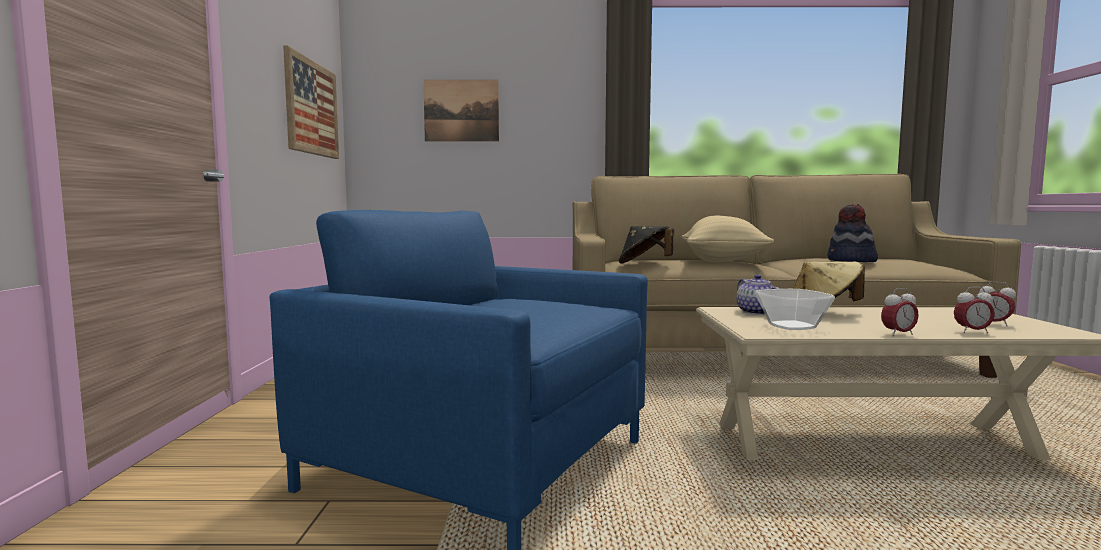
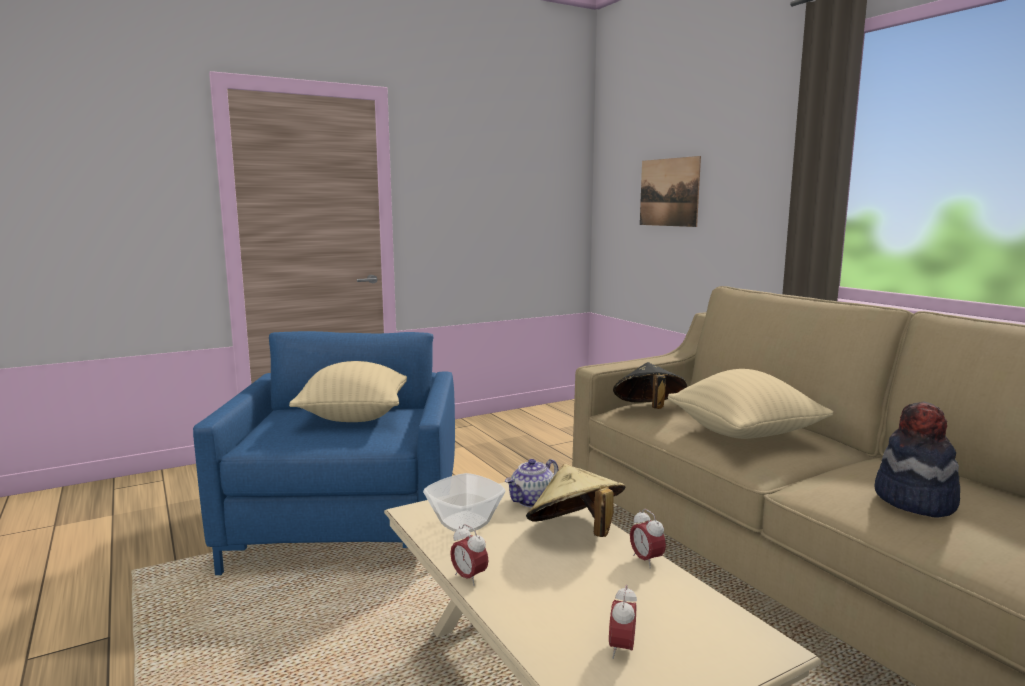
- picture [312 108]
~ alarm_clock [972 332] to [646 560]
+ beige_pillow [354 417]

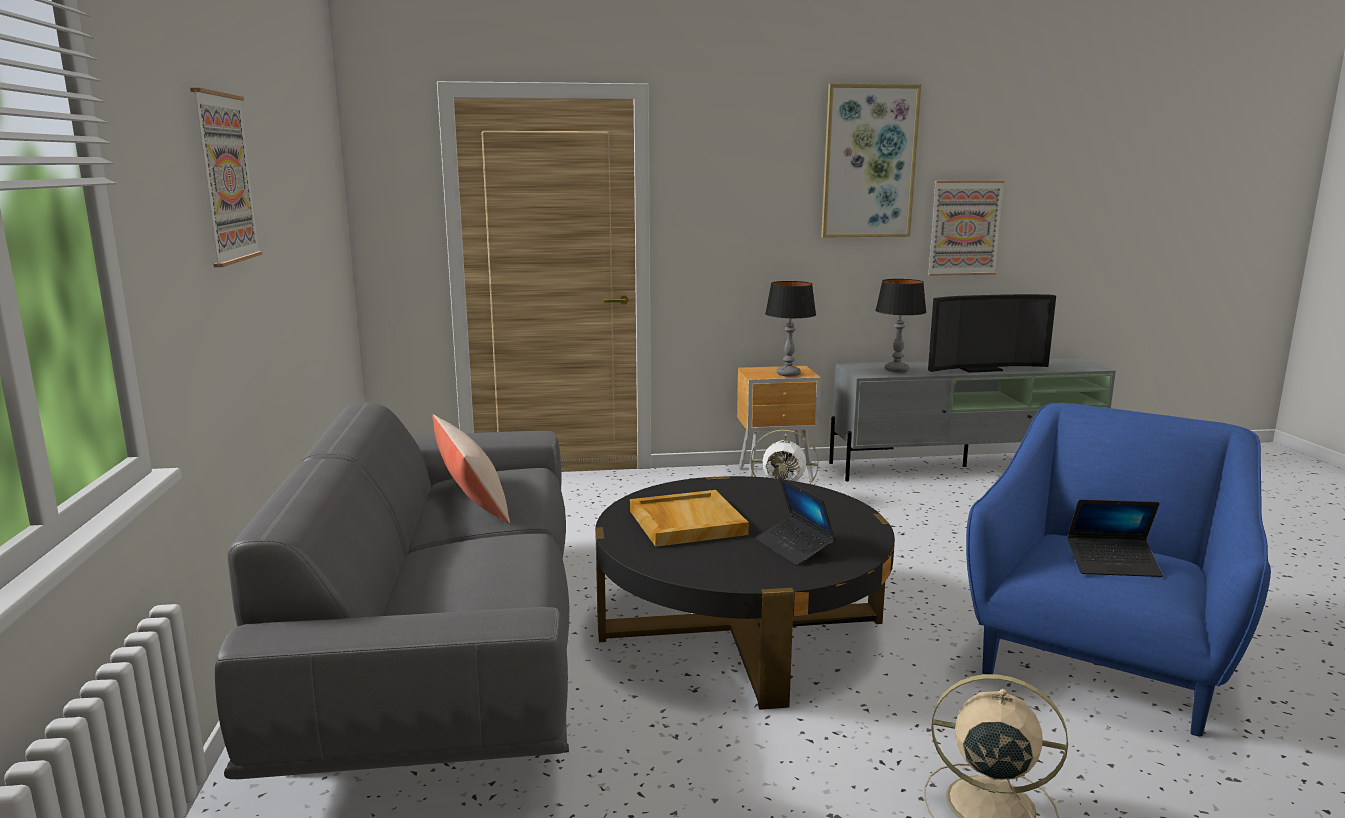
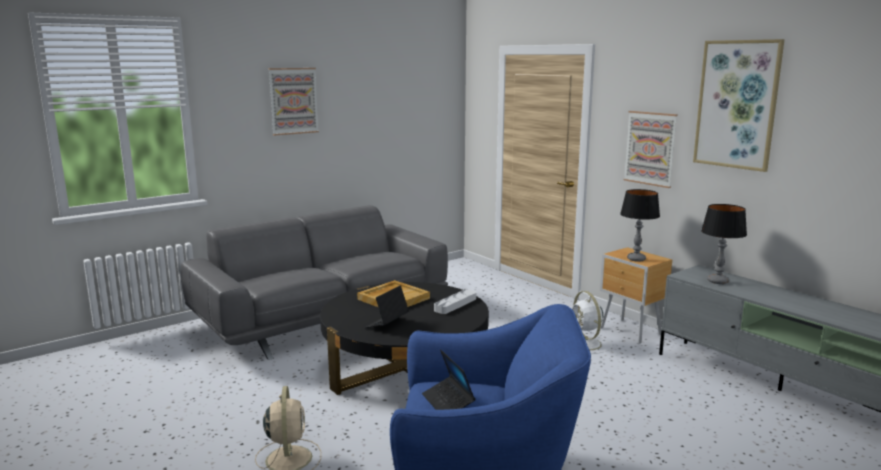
- beige_pillow [471 499]
~ picture [964 228] to [650 148]
- television [979 369]
+ grey_tray [455 304]

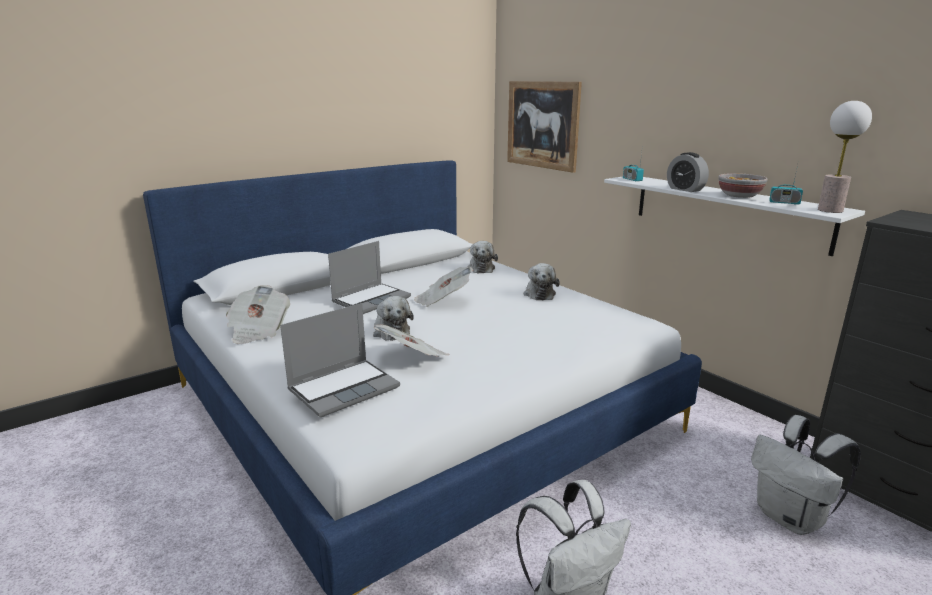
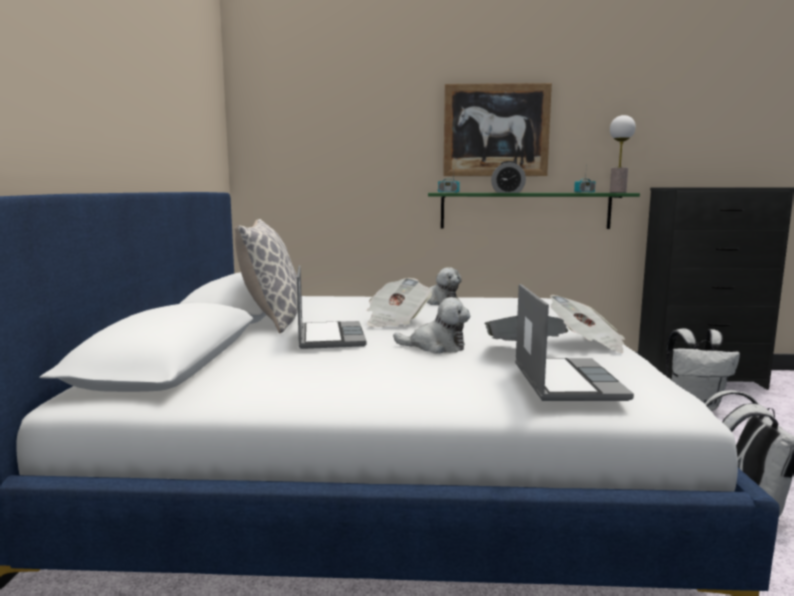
~ newspaper [258 331] to [587 344]
- plush_toy [481 268]
~ picture [542 125] to [496 130]
~ white_shelf [727 211] to green_shelf [525 210]
- bowl [739 196]
+ pillow [273 320]

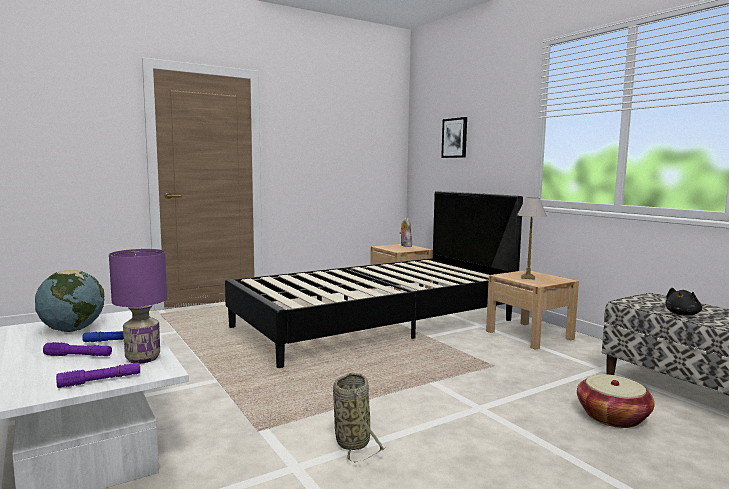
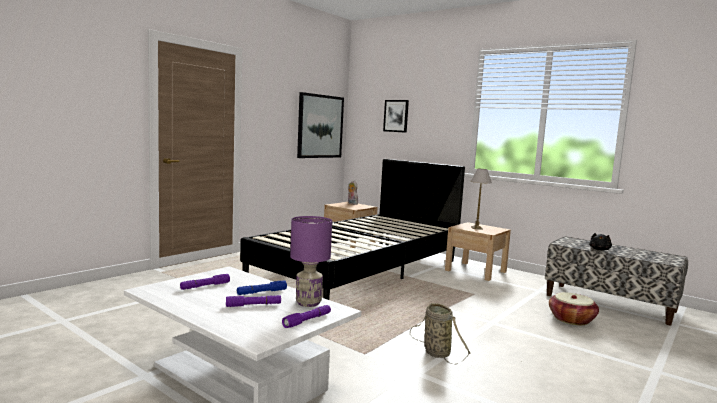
~ globe [72 329] to purple_flashlight [205 286]
+ picture [320 126]

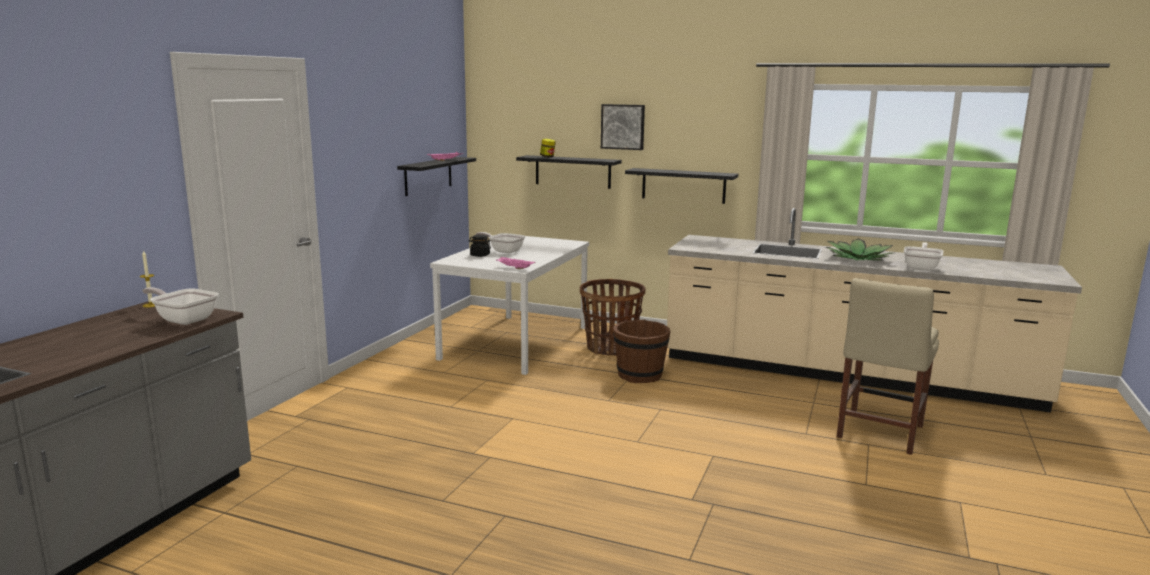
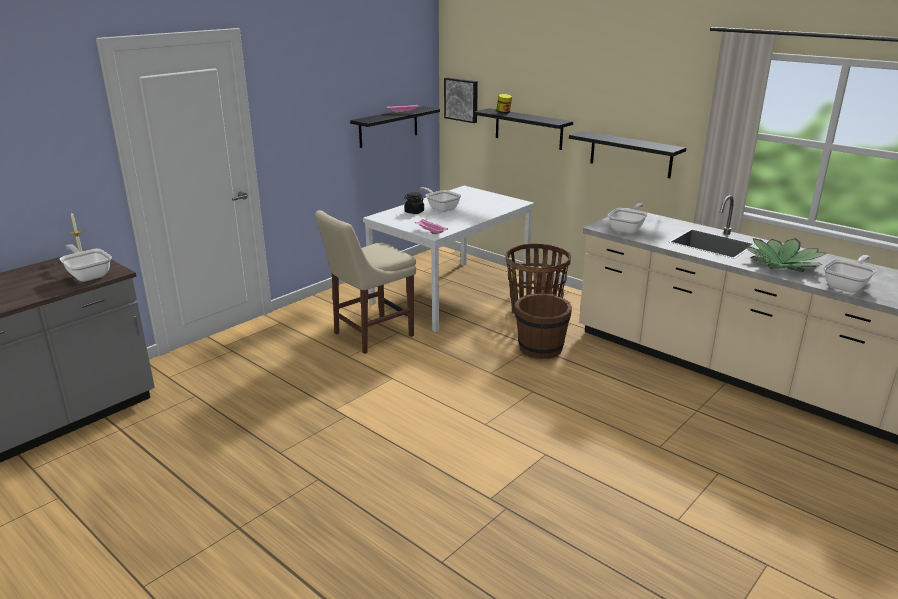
~ picture [623 126] to [462 99]
~ beige_chair [878 433] to [370 335]
+ frying_pan [628 229]

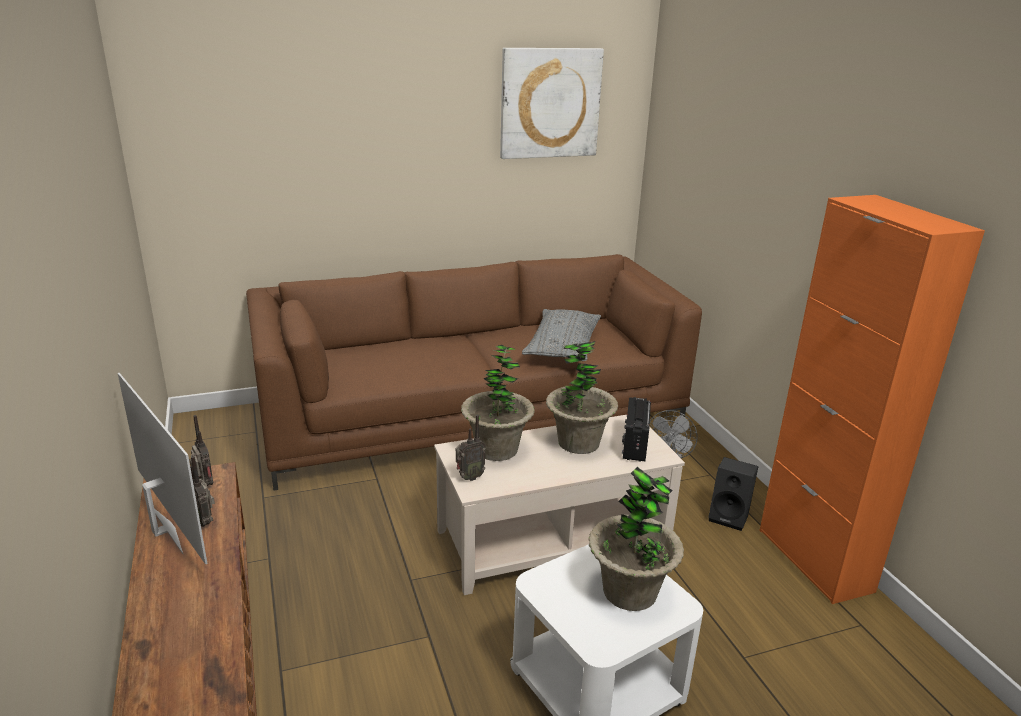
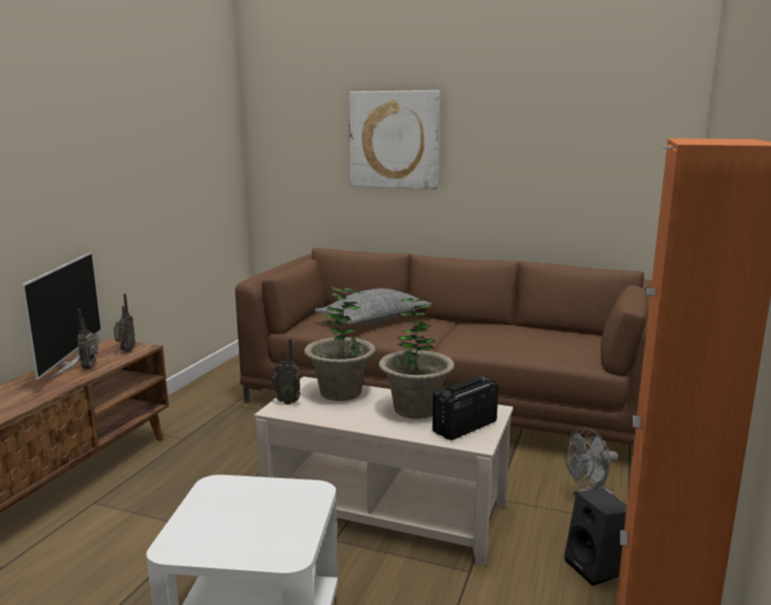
~ picture [550 103] to [394 140]
~ grey_pillow [562 347] to [374 320]
- potted_plant [630 592]

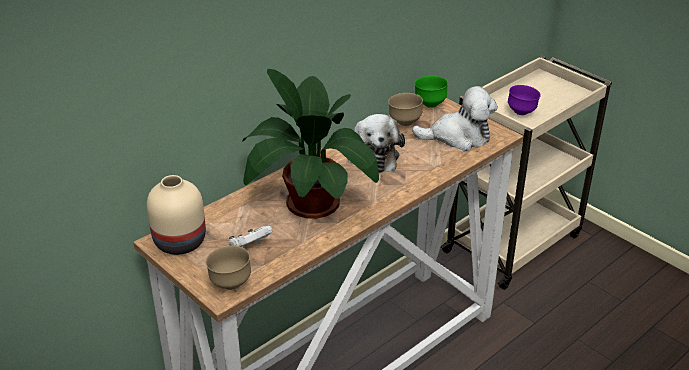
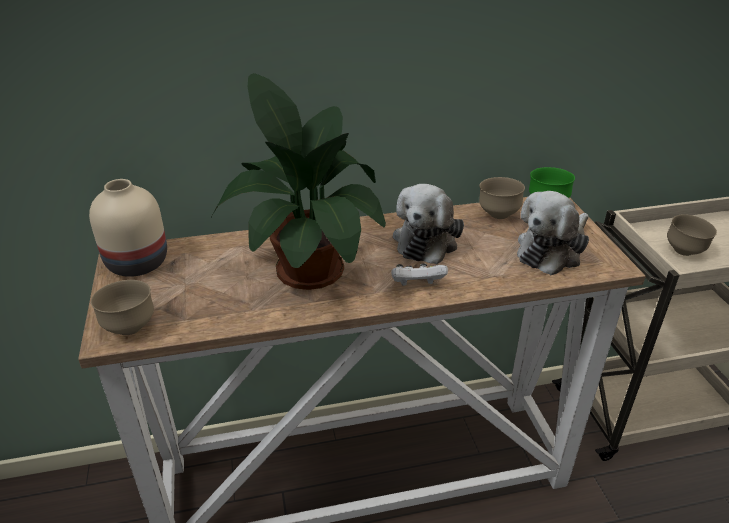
~ white_game_controller [249 248] to [417 285]
~ plush_toy [458 137] = [552 250] 105 degrees clockwise
~ purple_bowl [522 112] to brown_bowl [684 252]

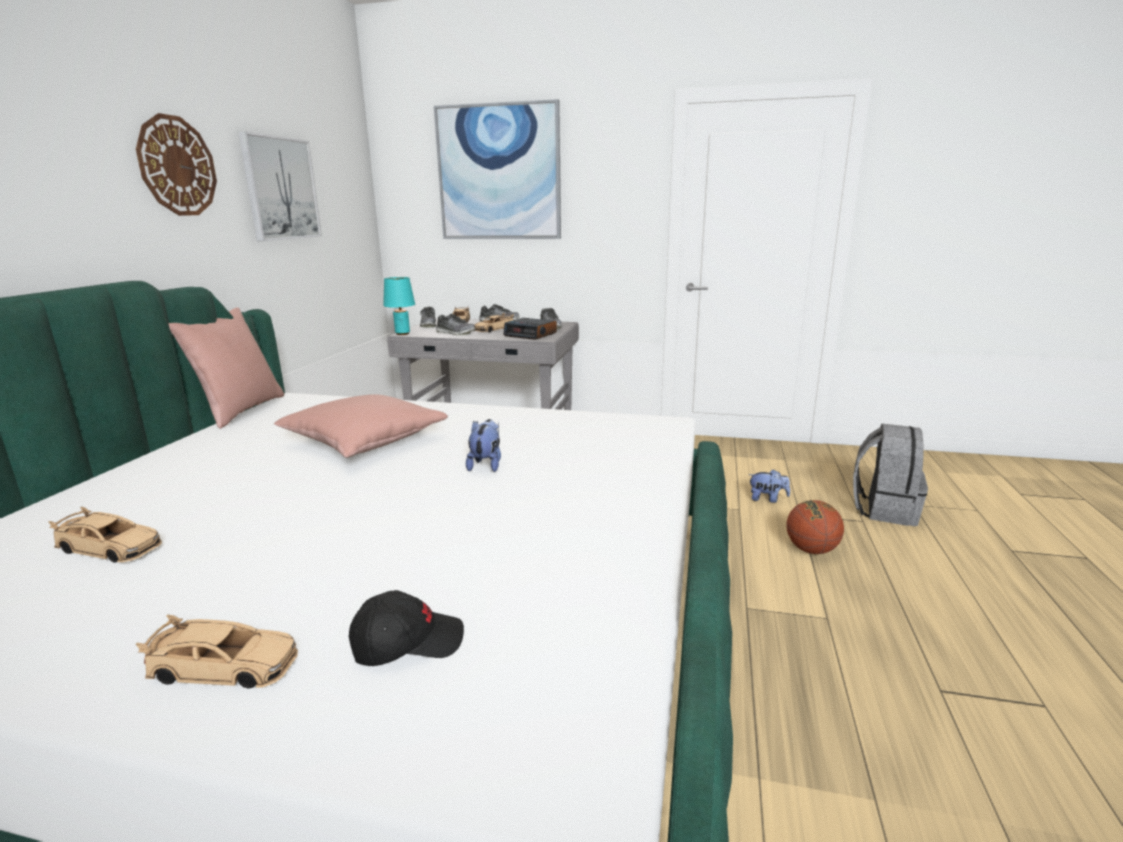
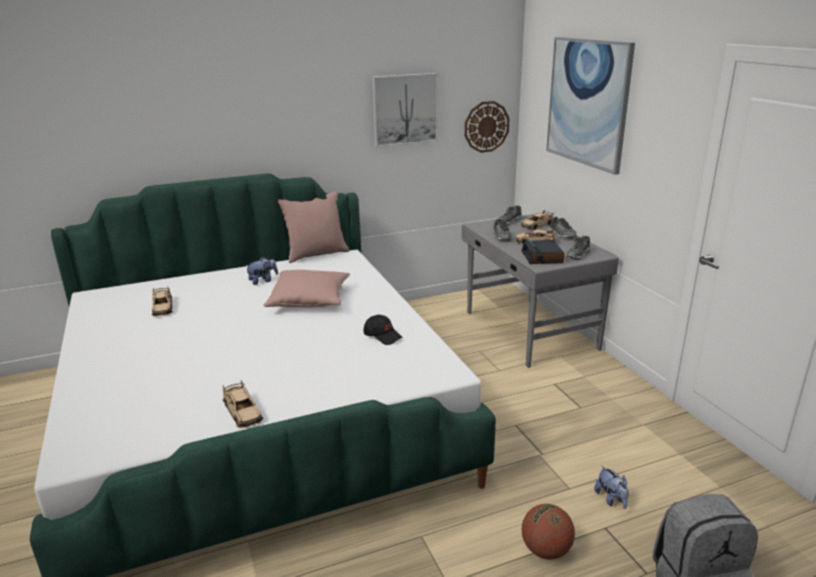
~ wall_clock [177 166] to [486 126]
~ beige_toy_car [224 667] to [242 412]
~ black_cap [407 643] to [382 336]
- turquoise_table_lamp [402 333]
~ plush_toy [486 464] to [263 281]

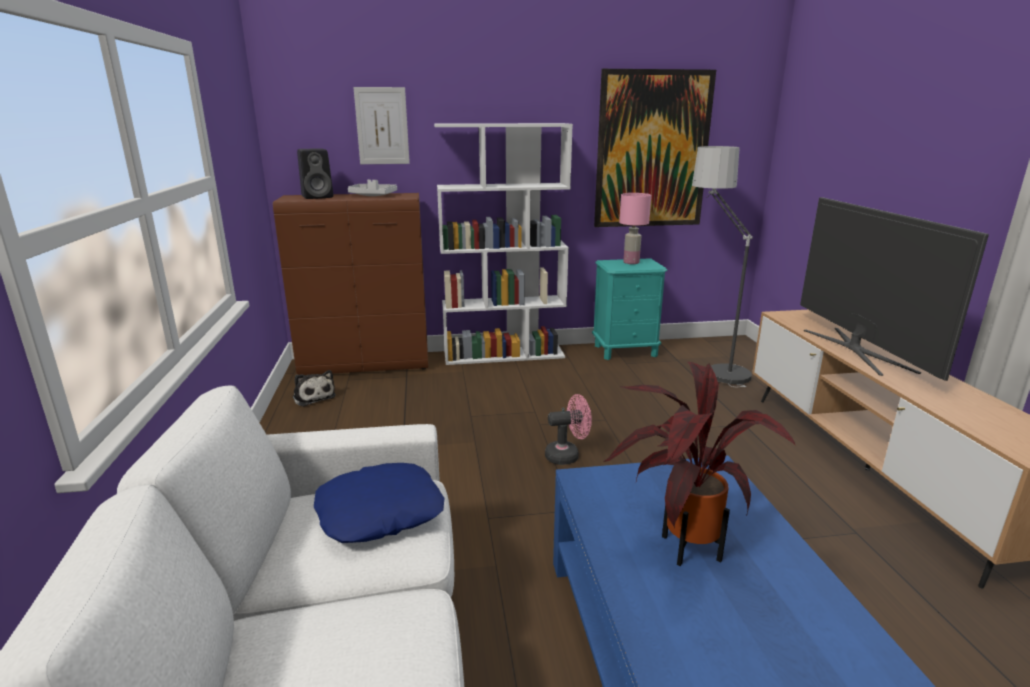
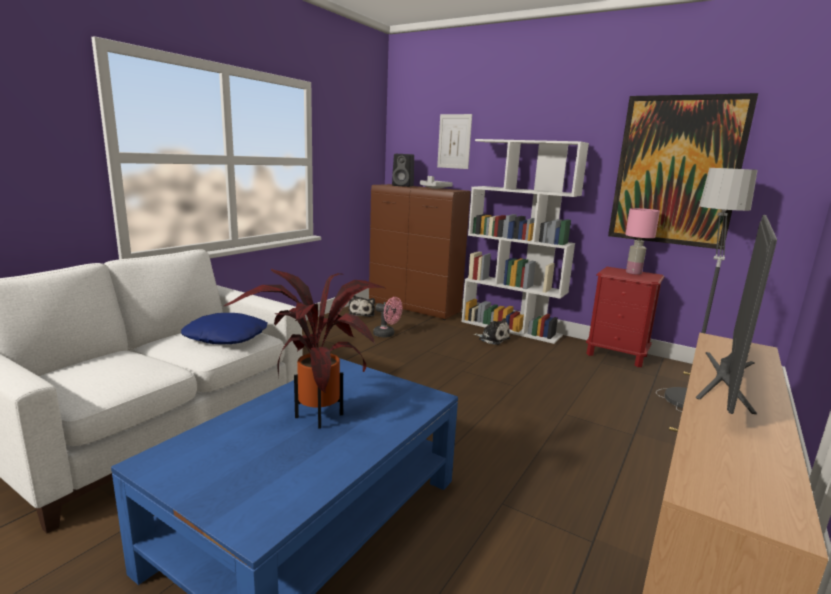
~ pink_fan [567 455] to [387 335]
~ turquoise_nightstand [625 351] to red_nightstand [617 355]
+ plush_toy [492 339]

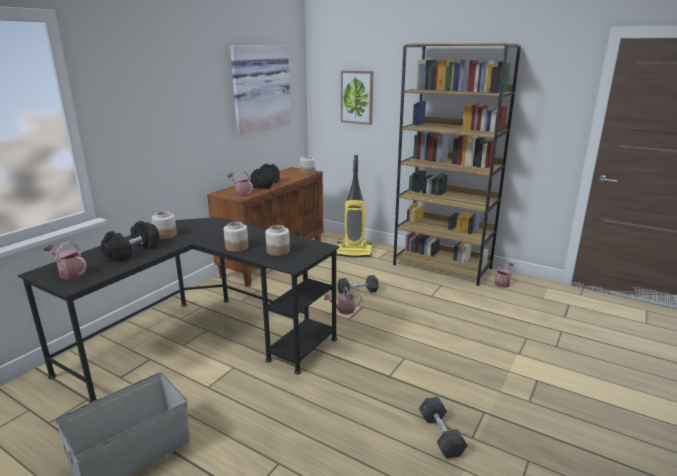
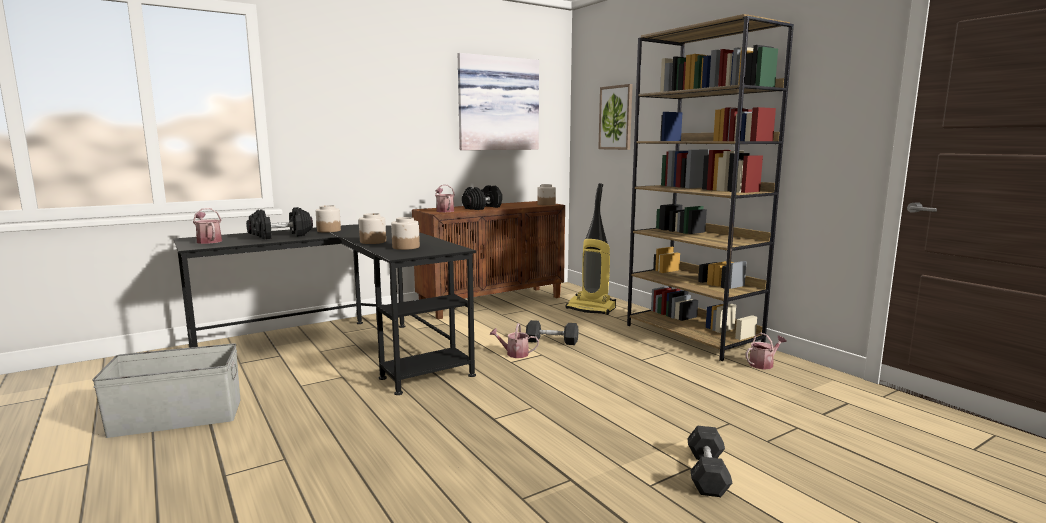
~ grey_dumbbell [441 435] to [707 473]

